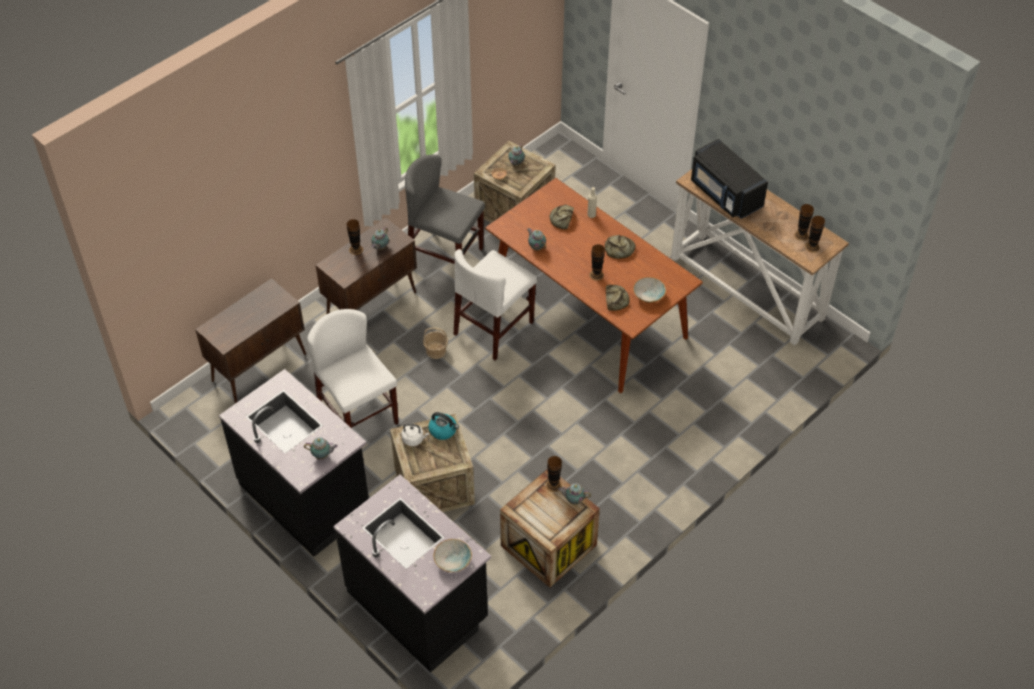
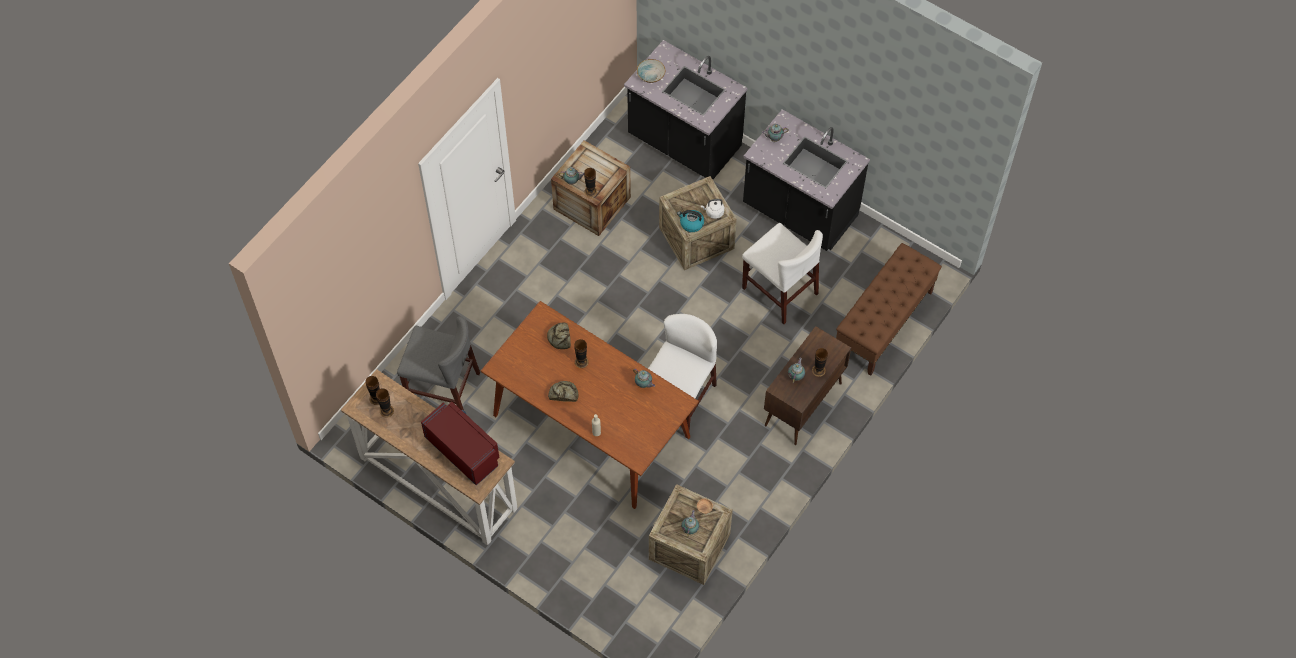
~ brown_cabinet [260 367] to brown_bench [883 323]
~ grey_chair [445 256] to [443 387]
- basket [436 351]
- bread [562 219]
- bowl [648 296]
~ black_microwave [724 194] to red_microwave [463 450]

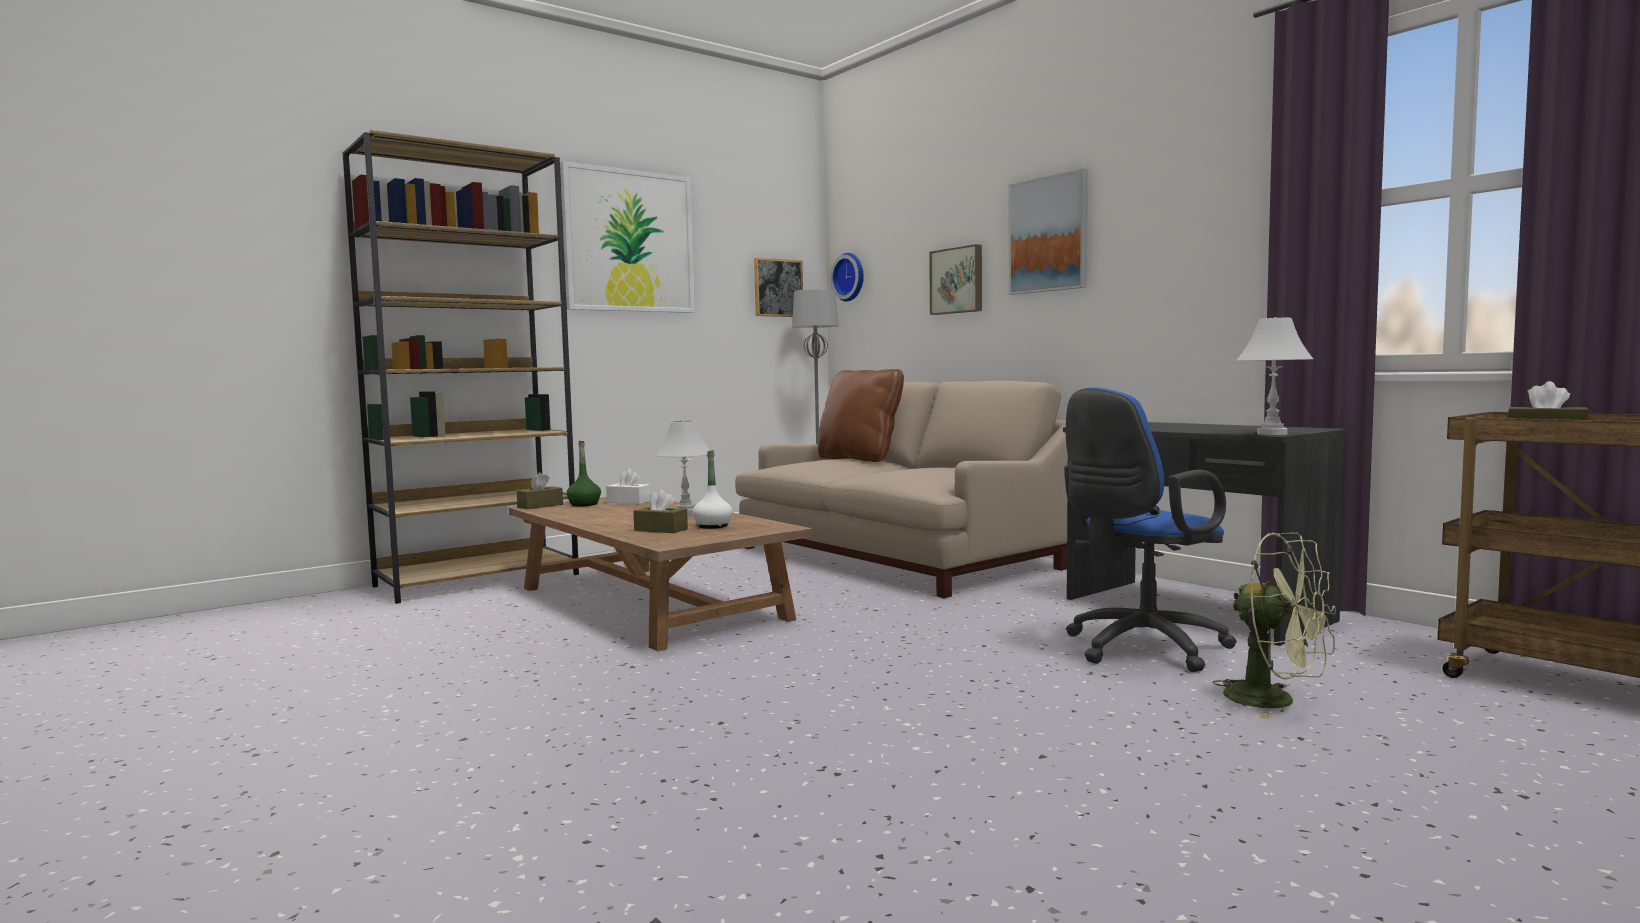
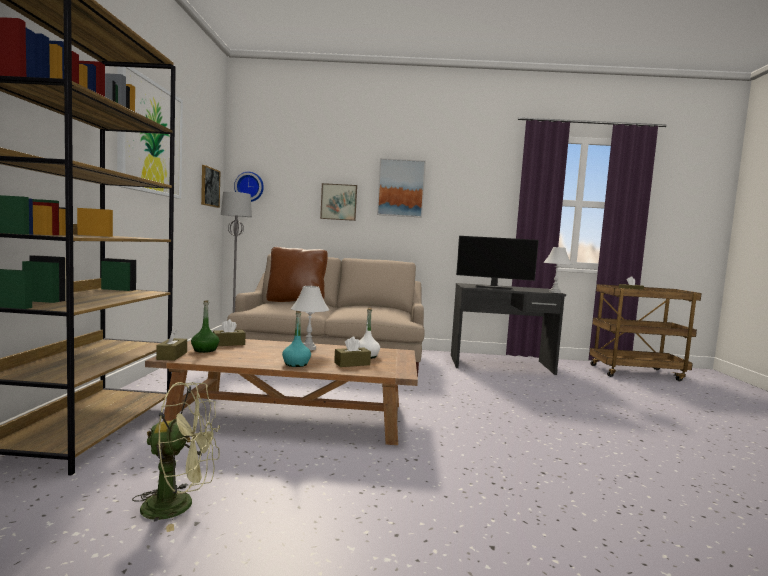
~ white_tissue_box [629 502] to brown_tissue_box [228 344]
- blue_office_chair [1139 649]
~ green_fan [1275 701] to [179 505]
+ turquoise_bottle [296 364]
+ monitor [494 287]

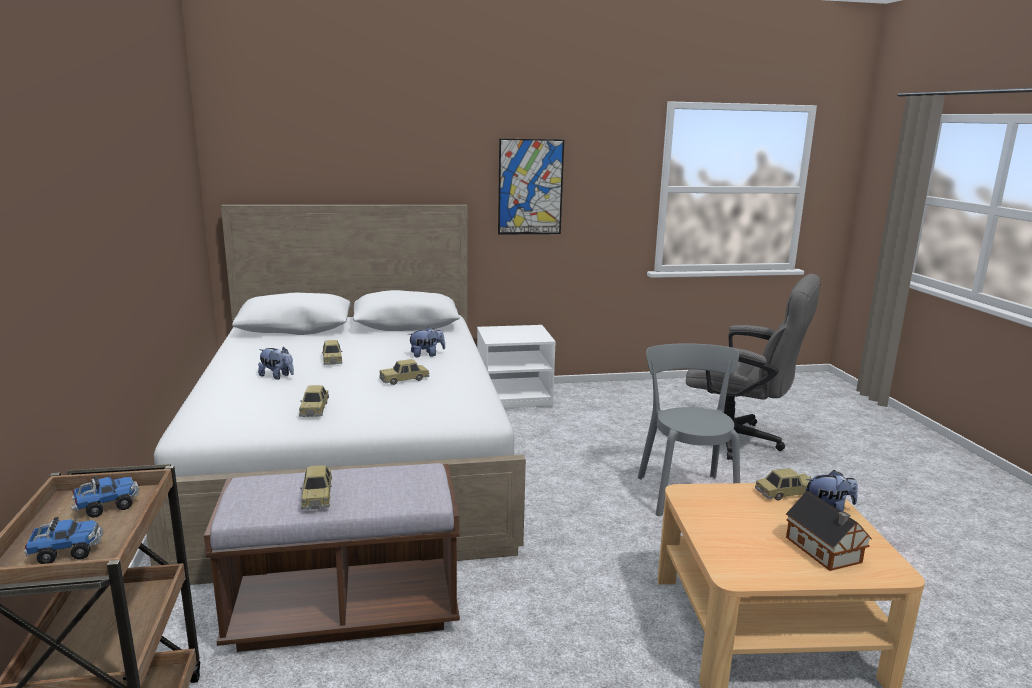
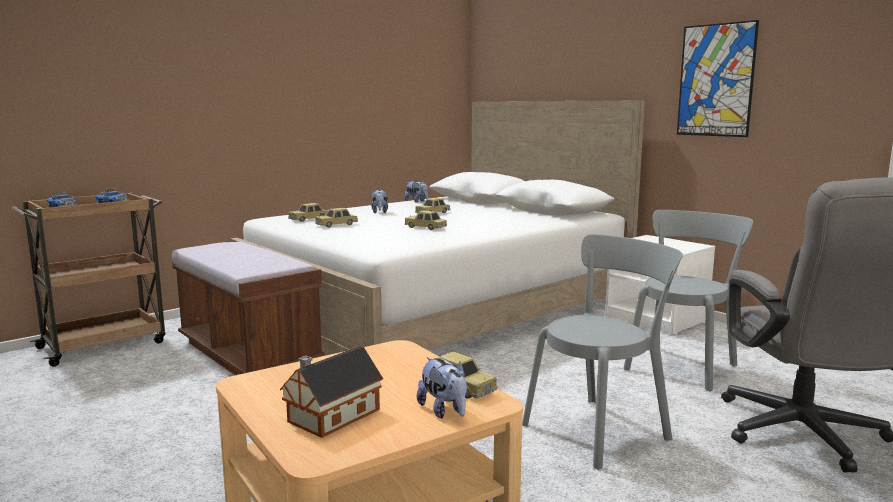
~ toy_car [317 496] to [309 219]
~ plush_toy [426 355] to [416 201]
+ grey_chair [682 365]

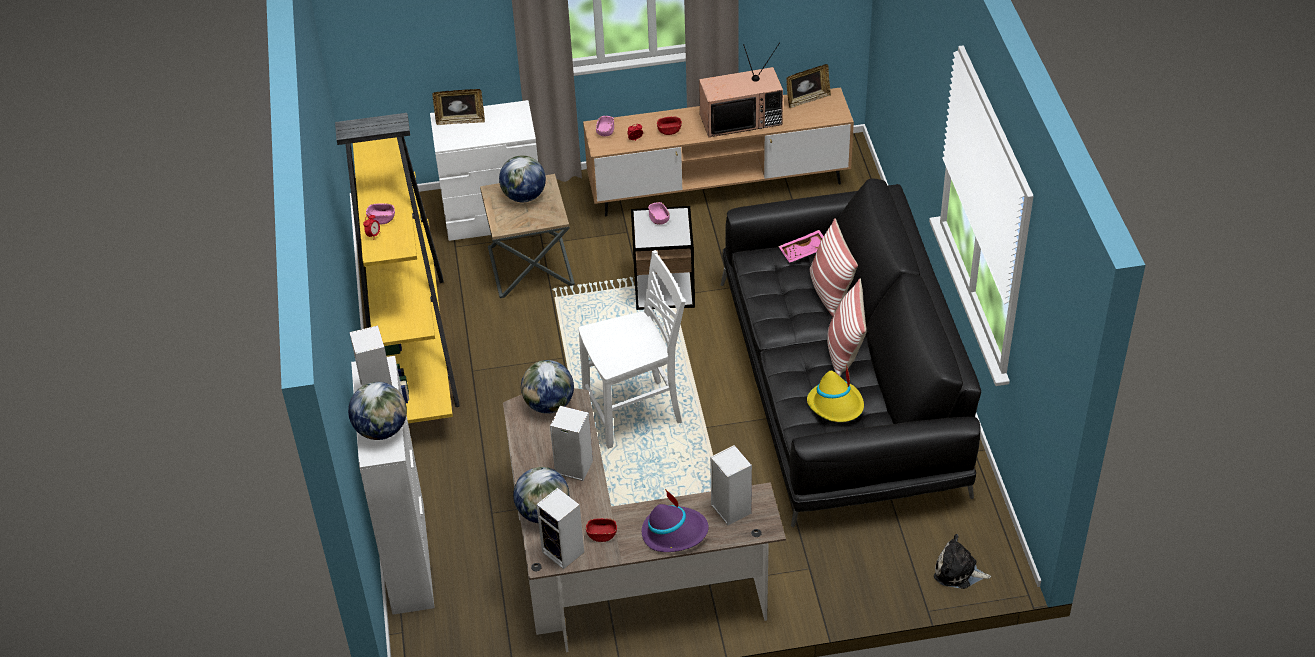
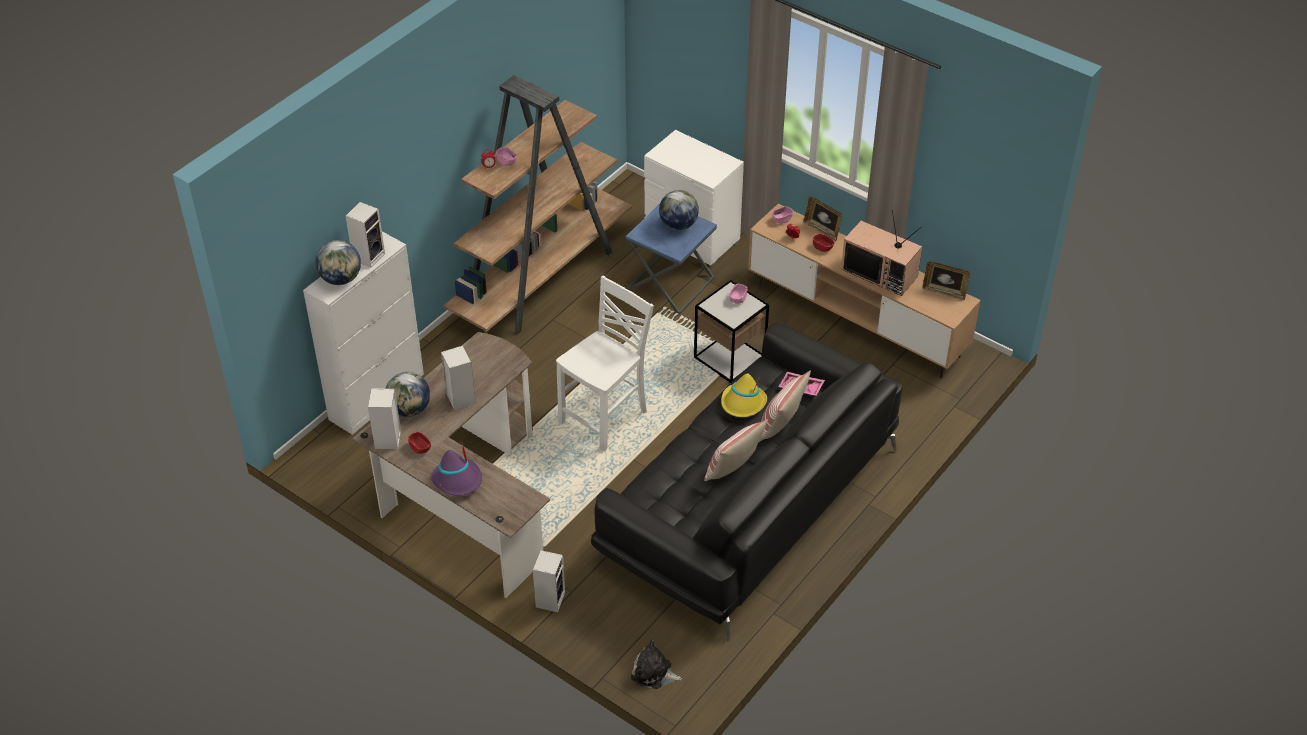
~ yellow_bookcase [410 343] to brown_bookcase [542 277]
~ picture_frame [460 120] to [822 230]
~ brown_side_table [531 266] to blue_side_table [670 283]
- globe [549 404]
~ white_chair [635 413] = [606 418] 75 degrees counterclockwise
~ speaker [729 508] to [550 598]
~ yellow_hat [836 405] to [743 403]
~ plush_toy [958 572] = [653 673] 45 degrees counterclockwise

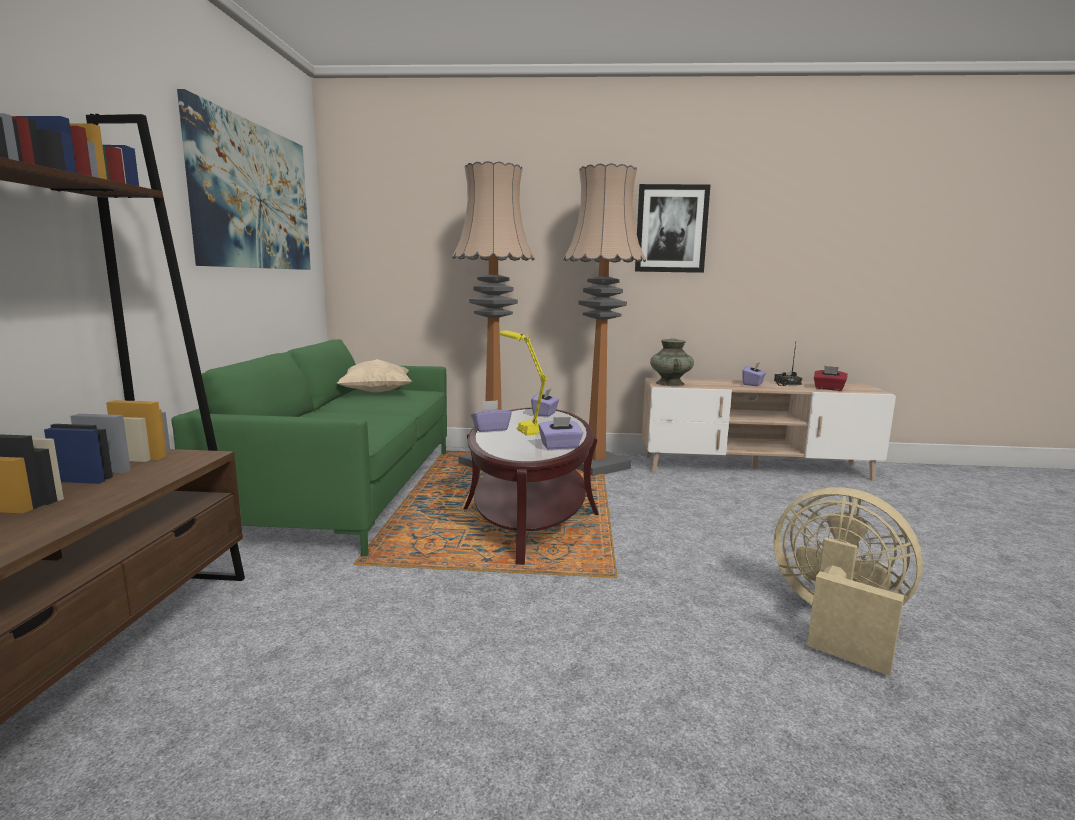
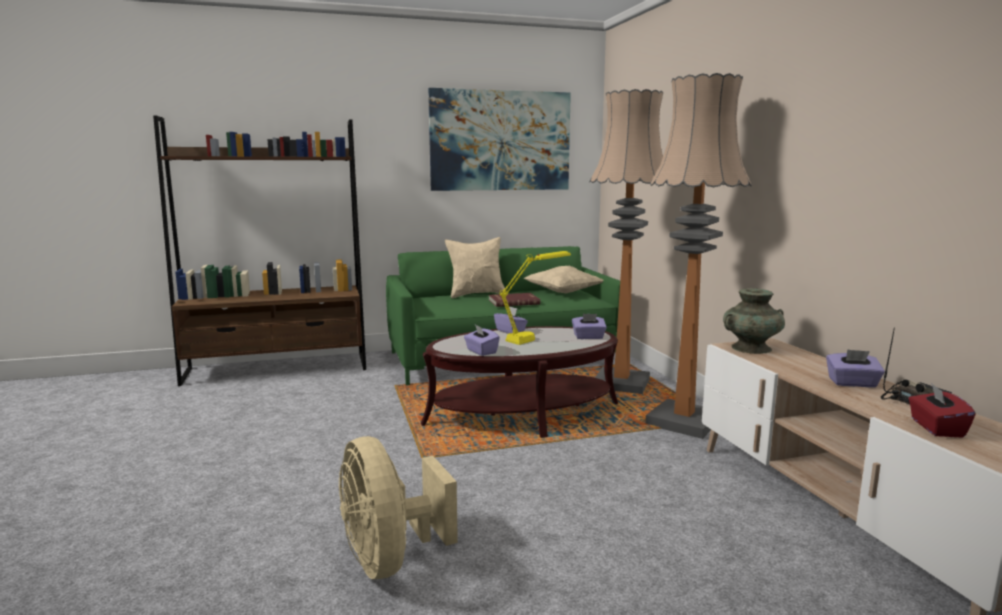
- picture [671 229]
~ beige_fan [836 622] = [390 559] 135 degrees clockwise
+ beige_pillow [476 294]
+ red_book [513 302]

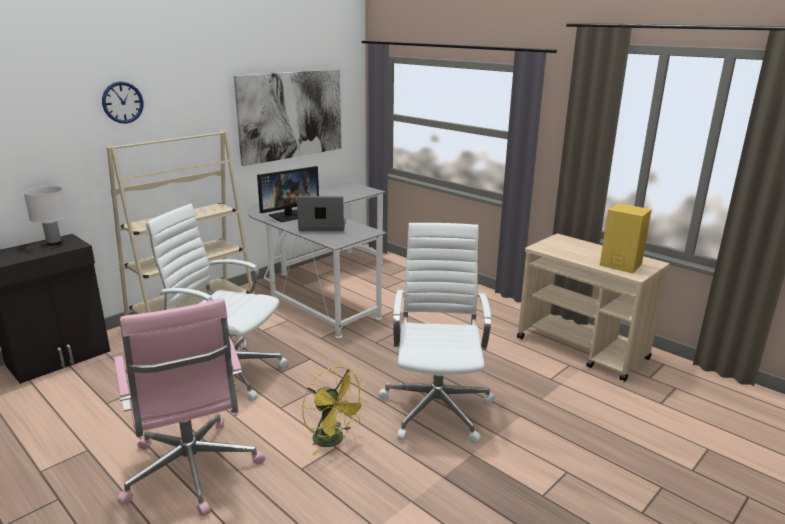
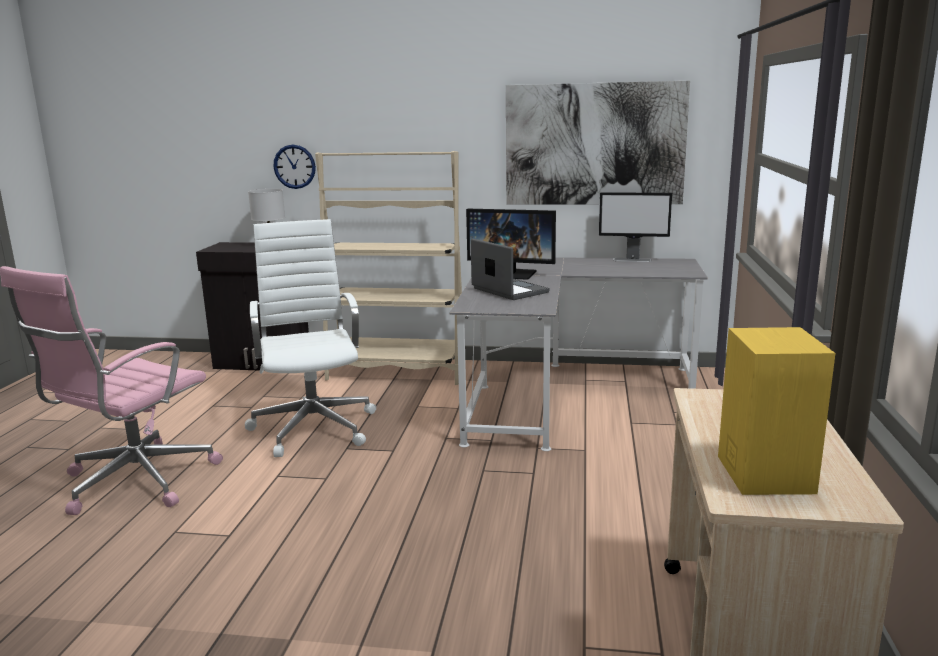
~ wall_clock [122 102] to [294 166]
- yellow_fan [333 440]
- white_office_chair [437 407]
+ monitor [632 260]

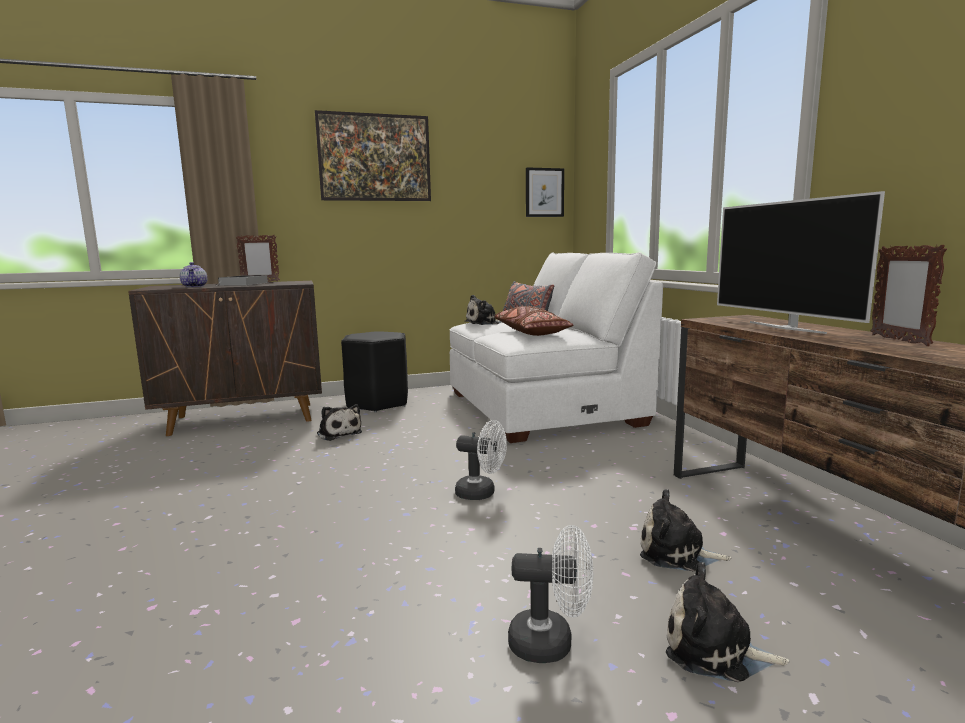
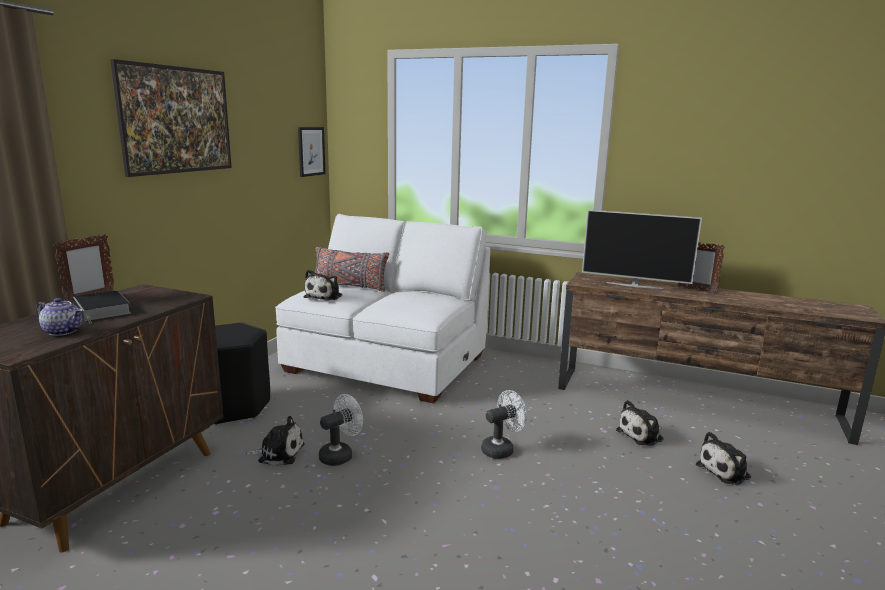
- brown_pillow [530 332]
~ white_fan [551 642] to [340 455]

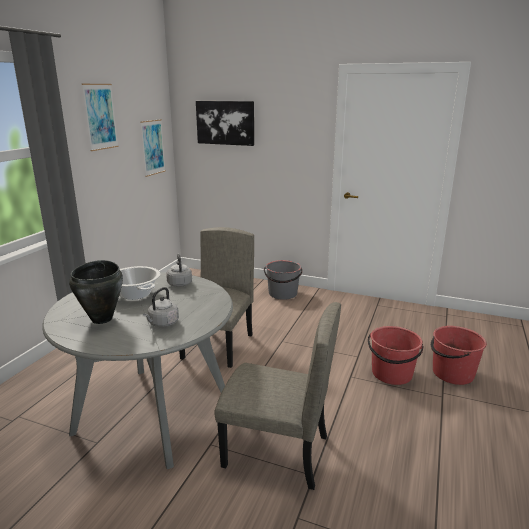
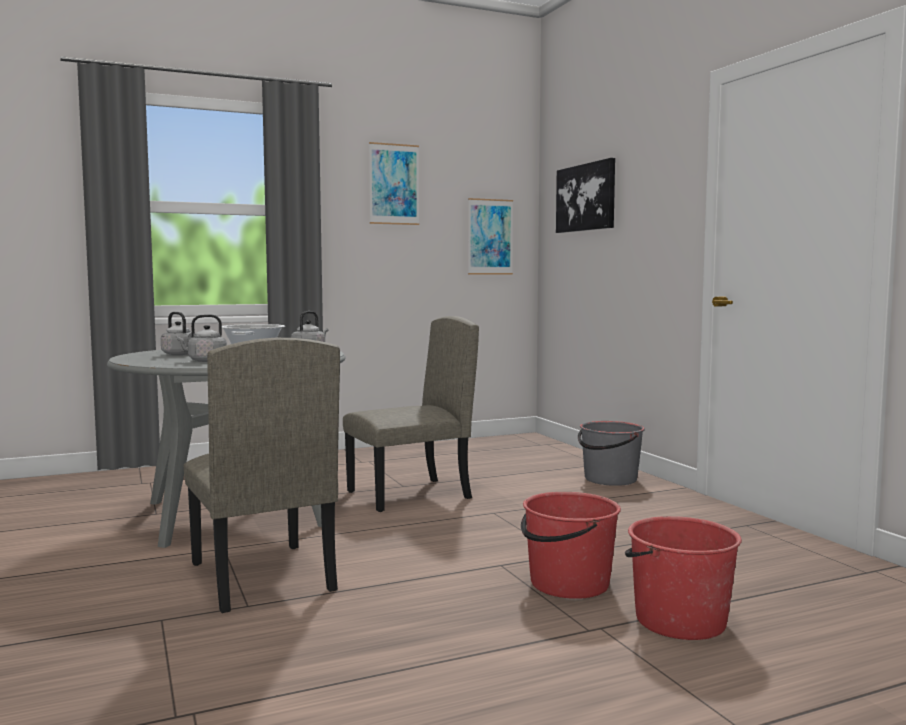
~ black_cooking_pot [102 319] to grey_kettle [180 354]

